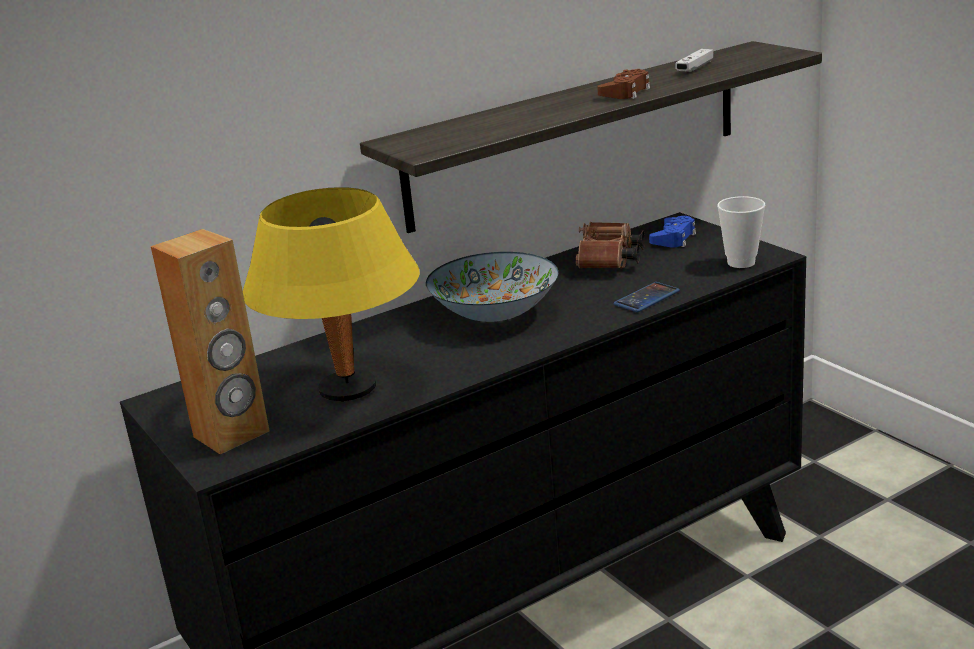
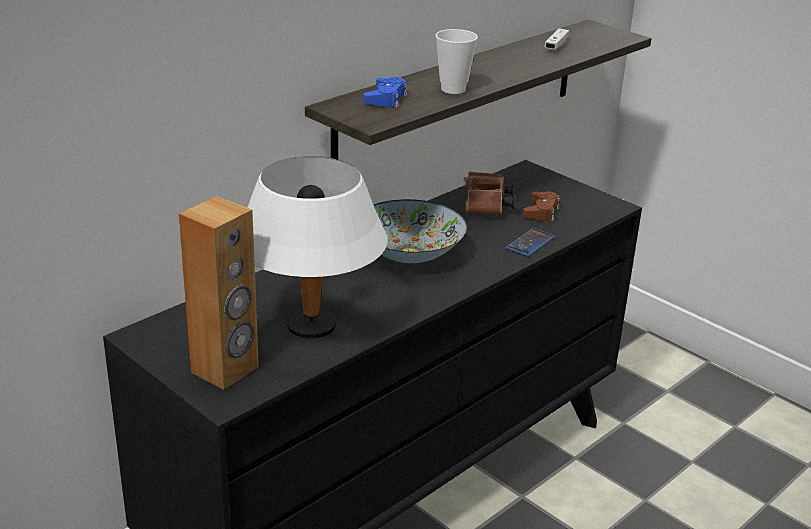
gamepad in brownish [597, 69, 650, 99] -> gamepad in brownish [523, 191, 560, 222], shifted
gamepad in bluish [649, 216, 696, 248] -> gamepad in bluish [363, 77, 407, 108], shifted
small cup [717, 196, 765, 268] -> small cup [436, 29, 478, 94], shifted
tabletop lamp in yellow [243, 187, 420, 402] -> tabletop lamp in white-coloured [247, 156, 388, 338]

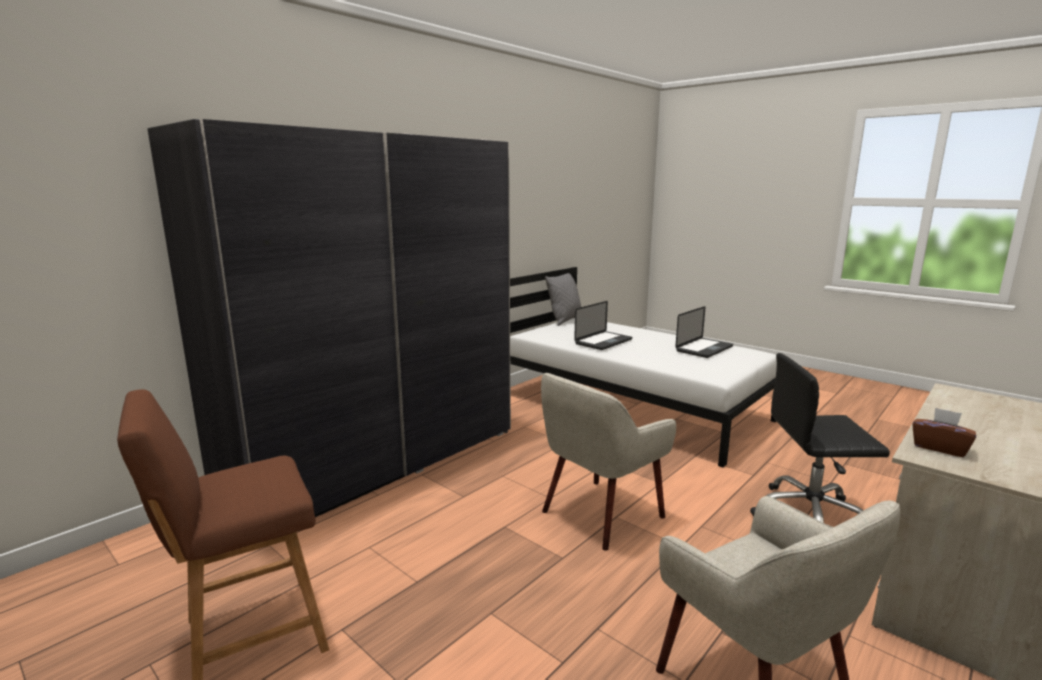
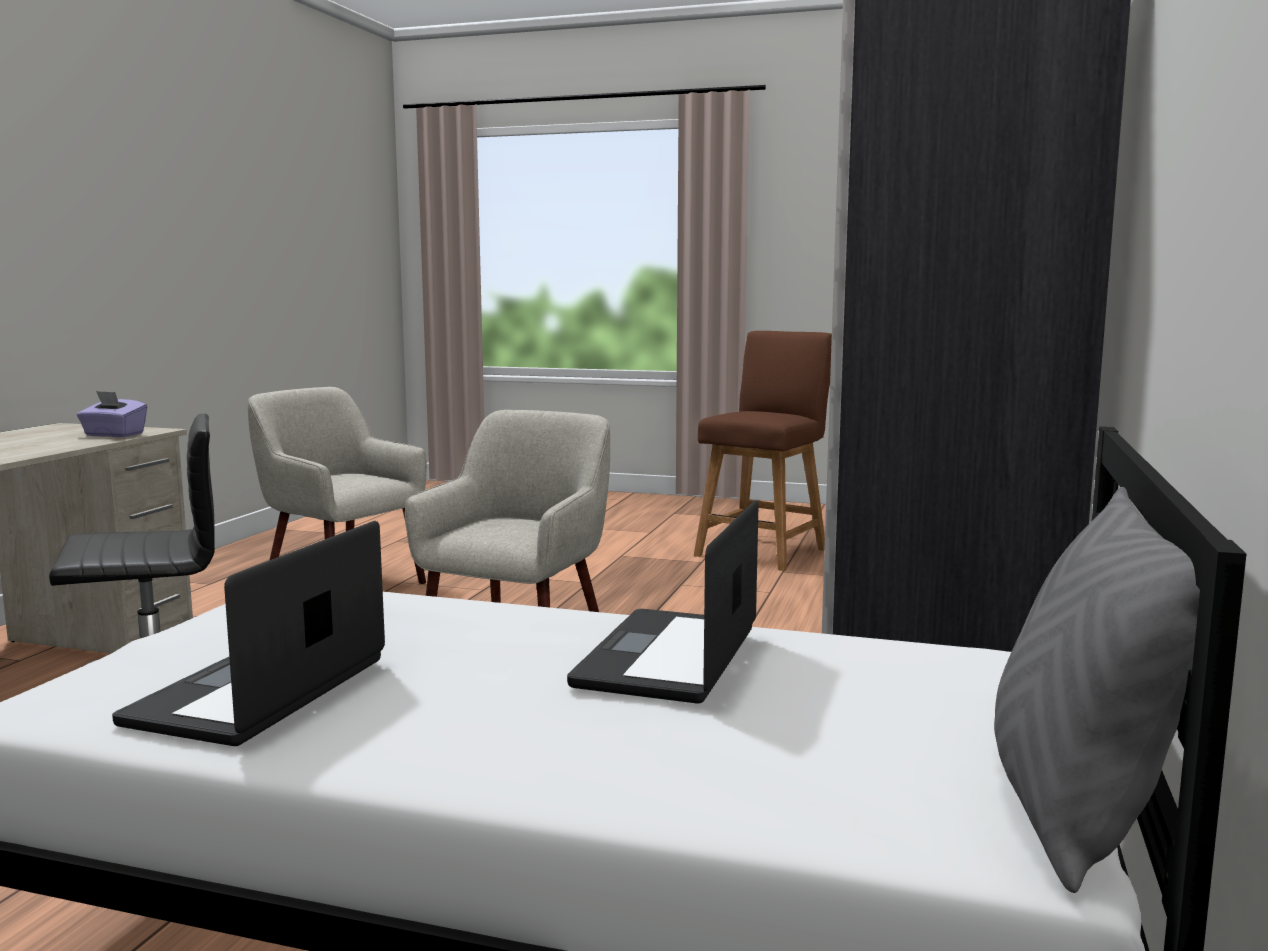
tissue holder in brownish [912, 407, 976, 457] -> tissue holder in purple-coloured [77, 391, 147, 437]

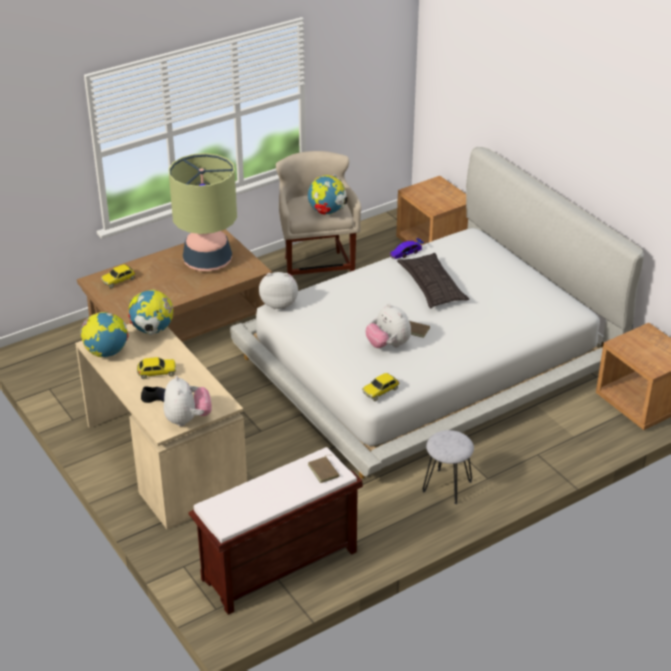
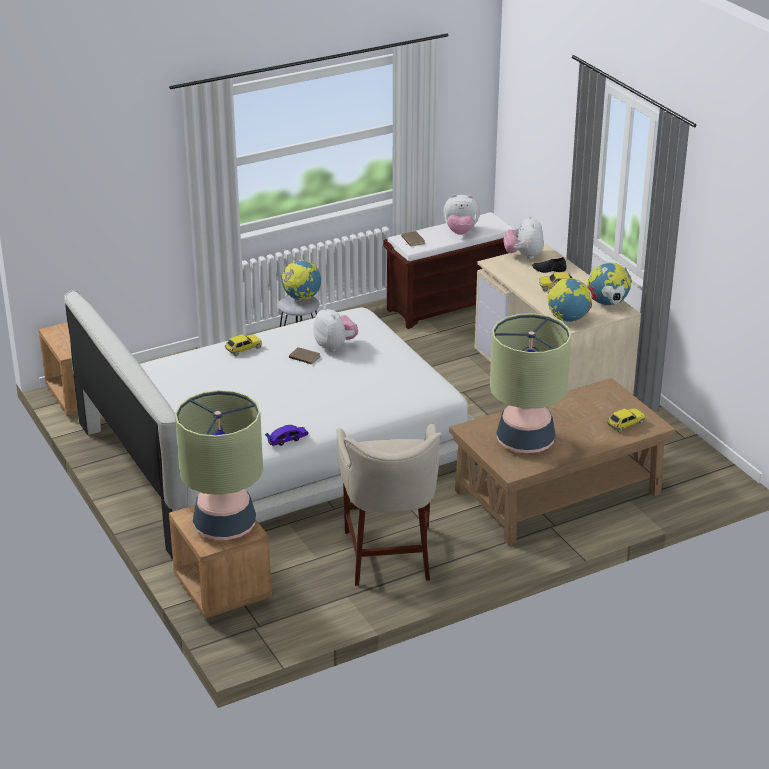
pillow [397, 253, 469, 309] -> none
none -> tabletop lamp [175, 390, 263, 540]
soft toy [259, 272, 298, 309] -> soft toy [443, 194, 480, 235], shifted
desk globe [308, 174, 348, 215] -> desk globe [281, 260, 321, 301], shifted
toy car [362, 373, 399, 401] -> toy car [225, 334, 262, 356], shifted

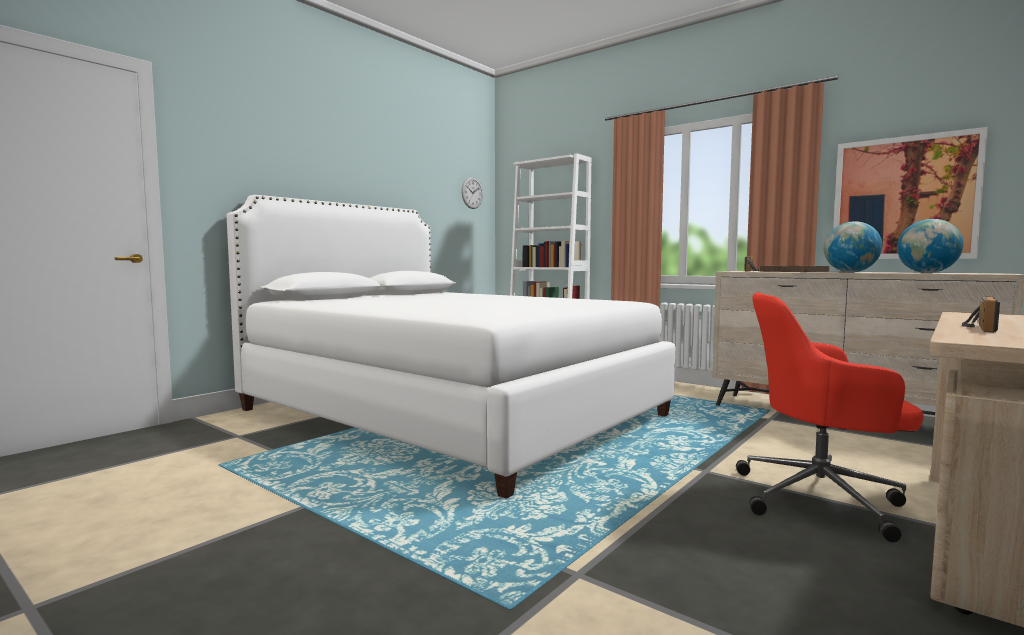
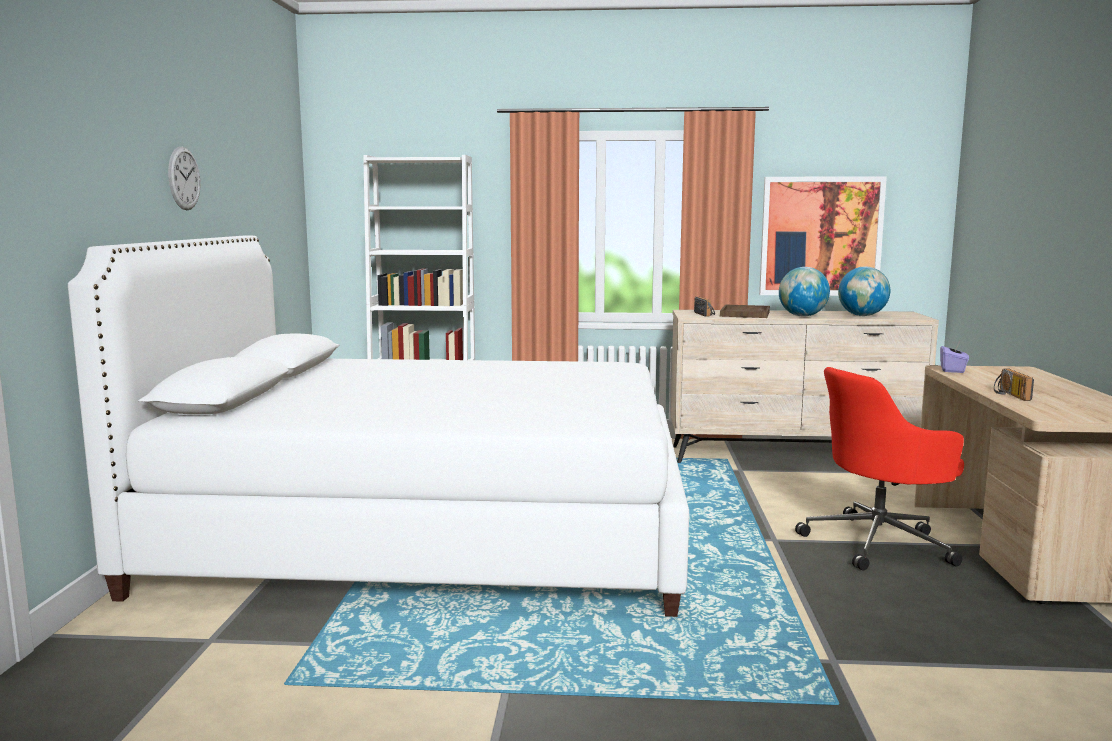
none -> tissue holder in purple-coloured [940, 341, 969, 373]
clock on the wall [461, 177, 483, 209] -> clock on the wall [168, 146, 200, 210], shifted

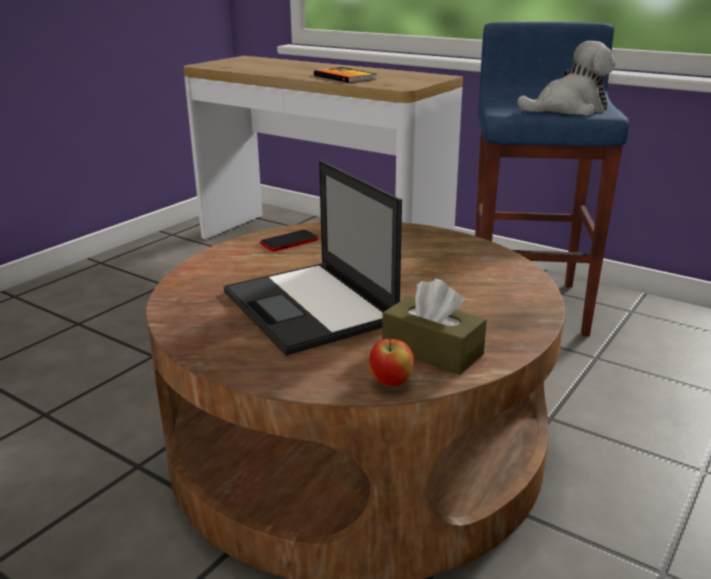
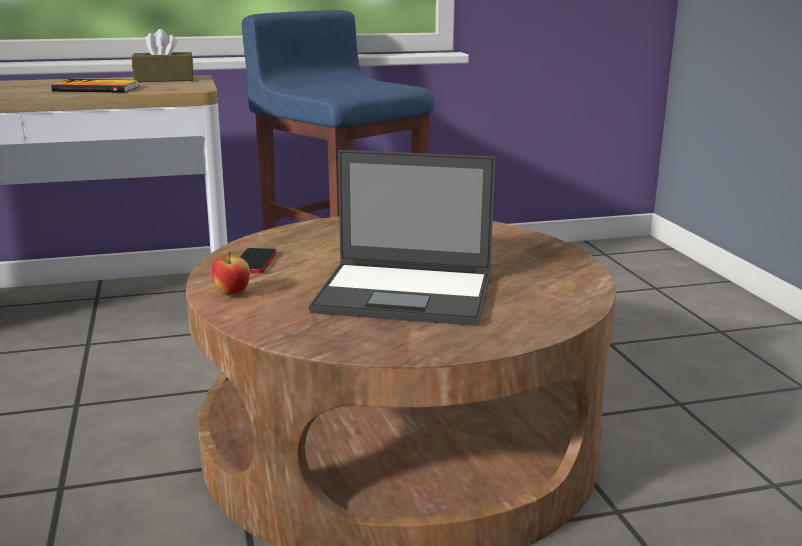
soft toy [517, 41, 616, 115] -> none
whole apple [369, 338, 414, 386] -> whole apple [211, 251, 250, 295], shifted
tissue holder in brownish [382, 279, 487, 375] -> tissue holder in brownish [132, 29, 193, 82], shifted

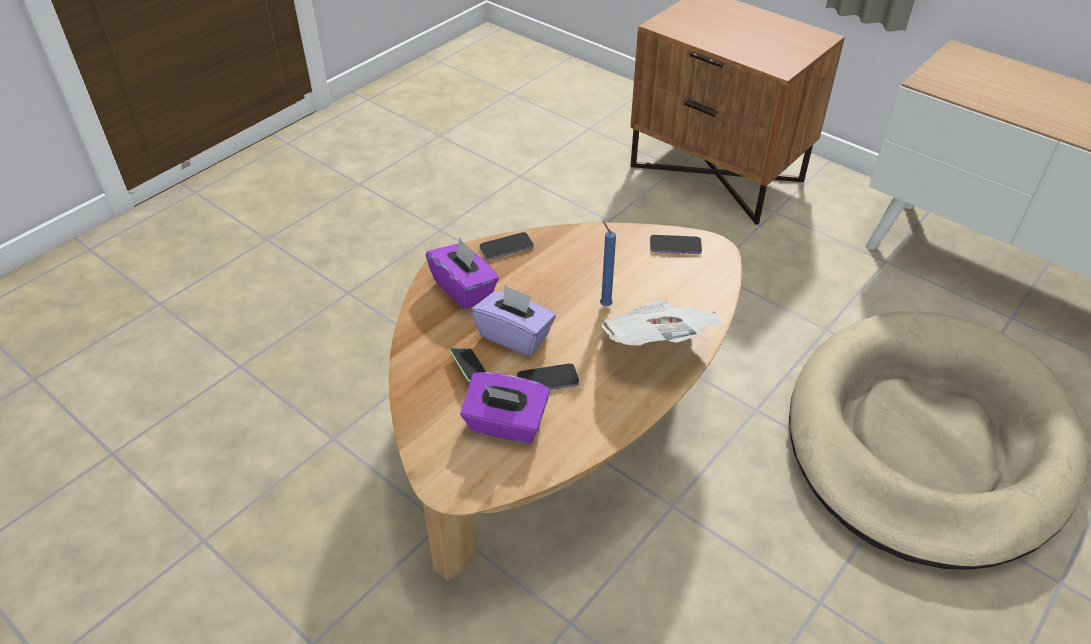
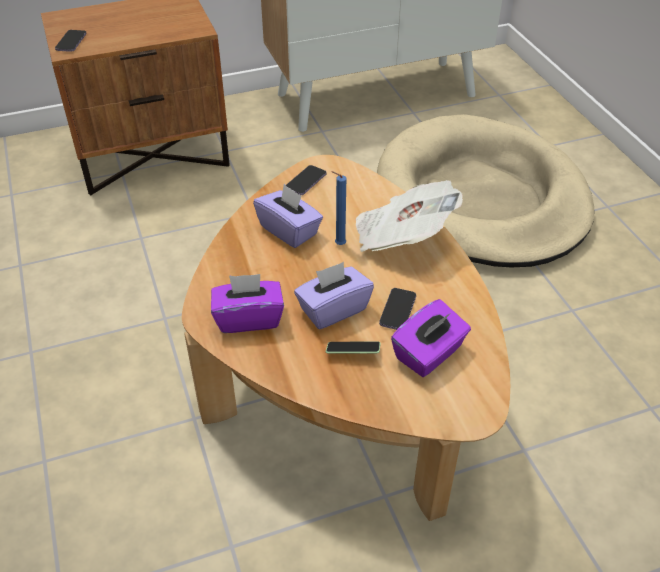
none -> tissue holder in purple-coloured [253, 184, 323, 248]
handset [480, 232, 534, 260] -> handset [55, 30, 87, 52], shifted

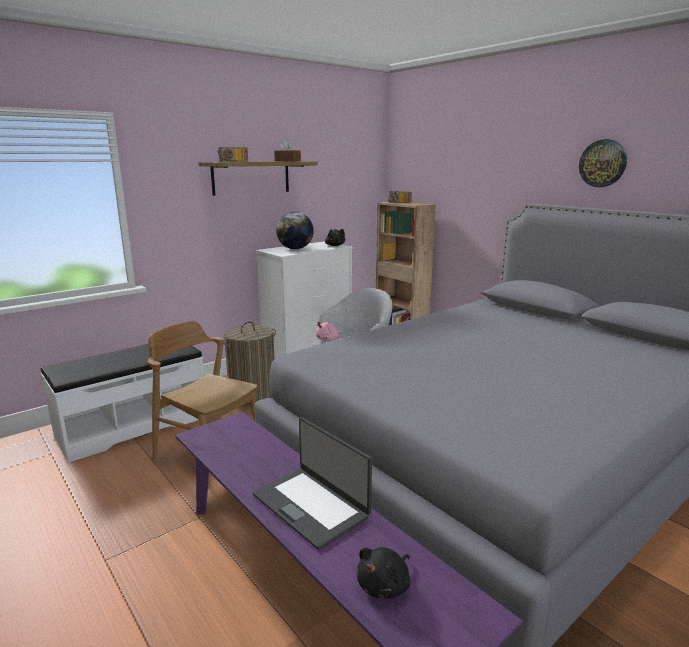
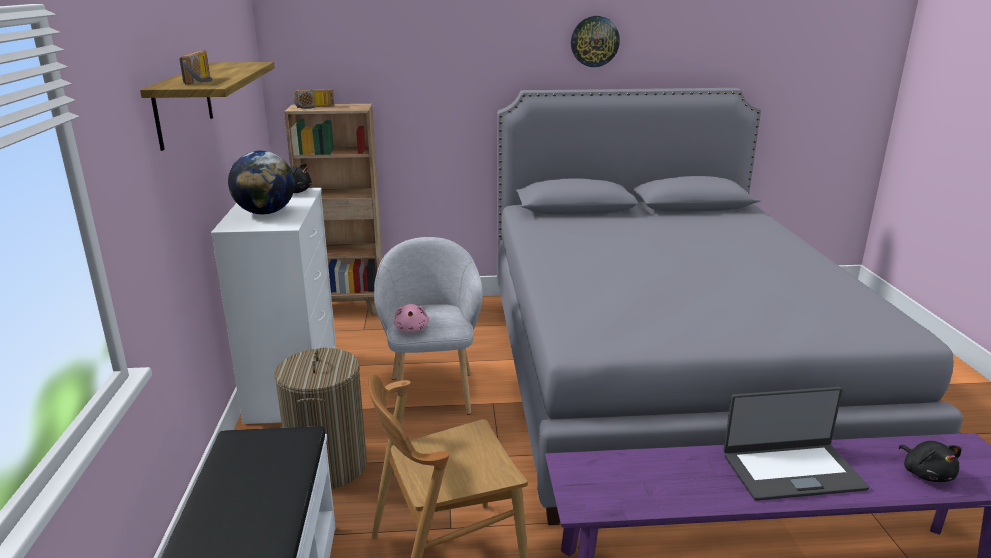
tissue holder in brownish [274, 140, 301, 161] -> none

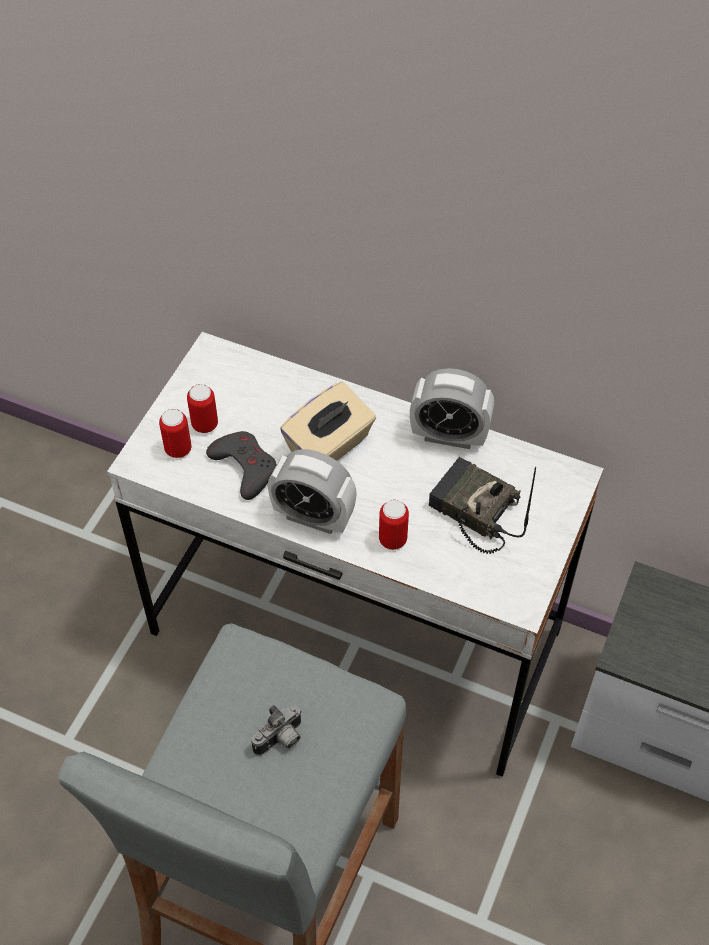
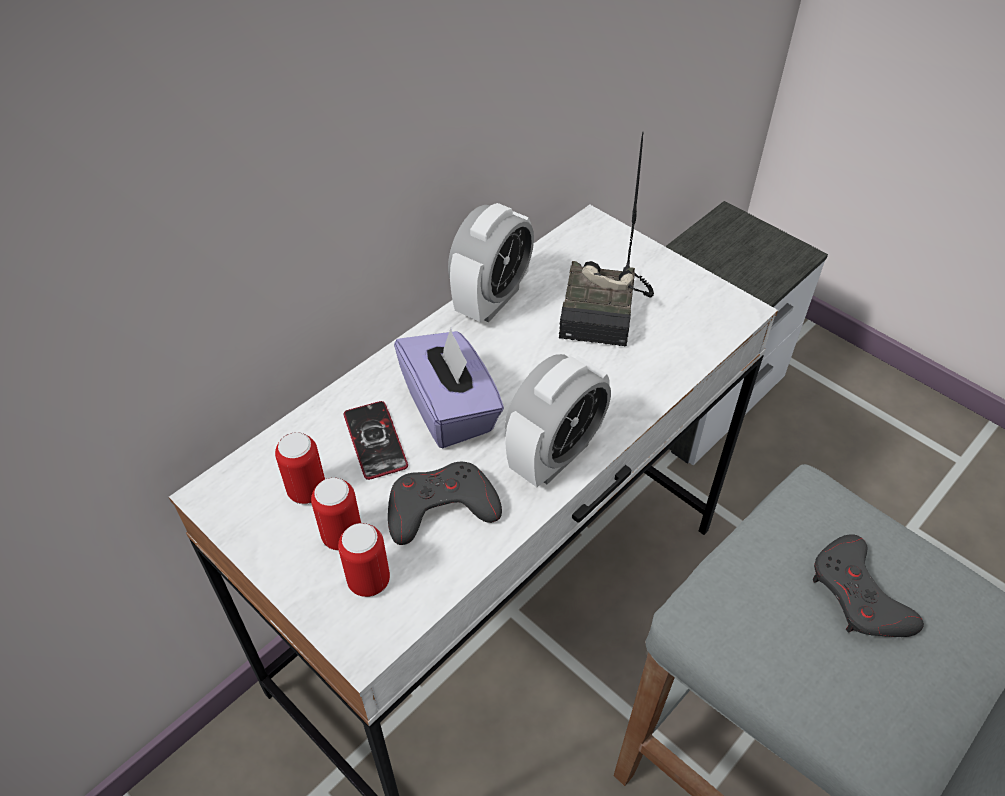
none -> handset [344, 401, 408, 480]
sealed can [379, 500, 409, 550] -> sealed can [275, 432, 325, 504], shifted
still camera [251, 705, 302, 756] -> gamepad in grey [813, 534, 924, 637]
tissue holder in beige-coloured [280, 382, 376, 461] -> tissue holder in purple-coloured [394, 328, 504, 448]
radio receiver [429, 457, 536, 554] -> radio receiver [559, 132, 654, 346], 45 degrees counterclockwise

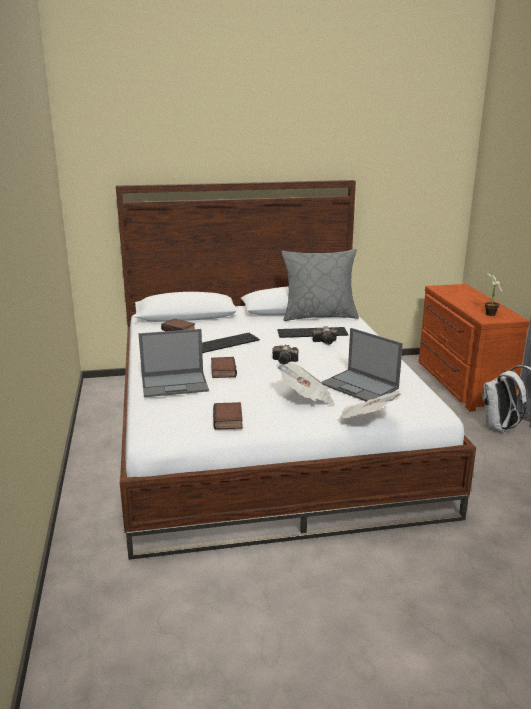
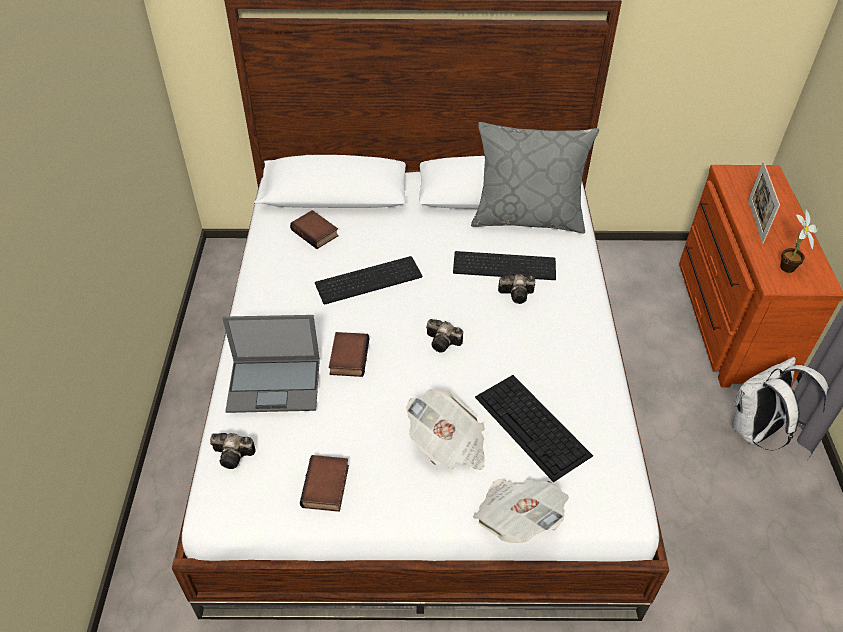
none -> still camera [210, 433, 256, 469]
none -> photo frame [748, 161, 780, 244]
notebook computer [322, 328, 403, 402] -> computer keyboard [475, 375, 593, 482]

